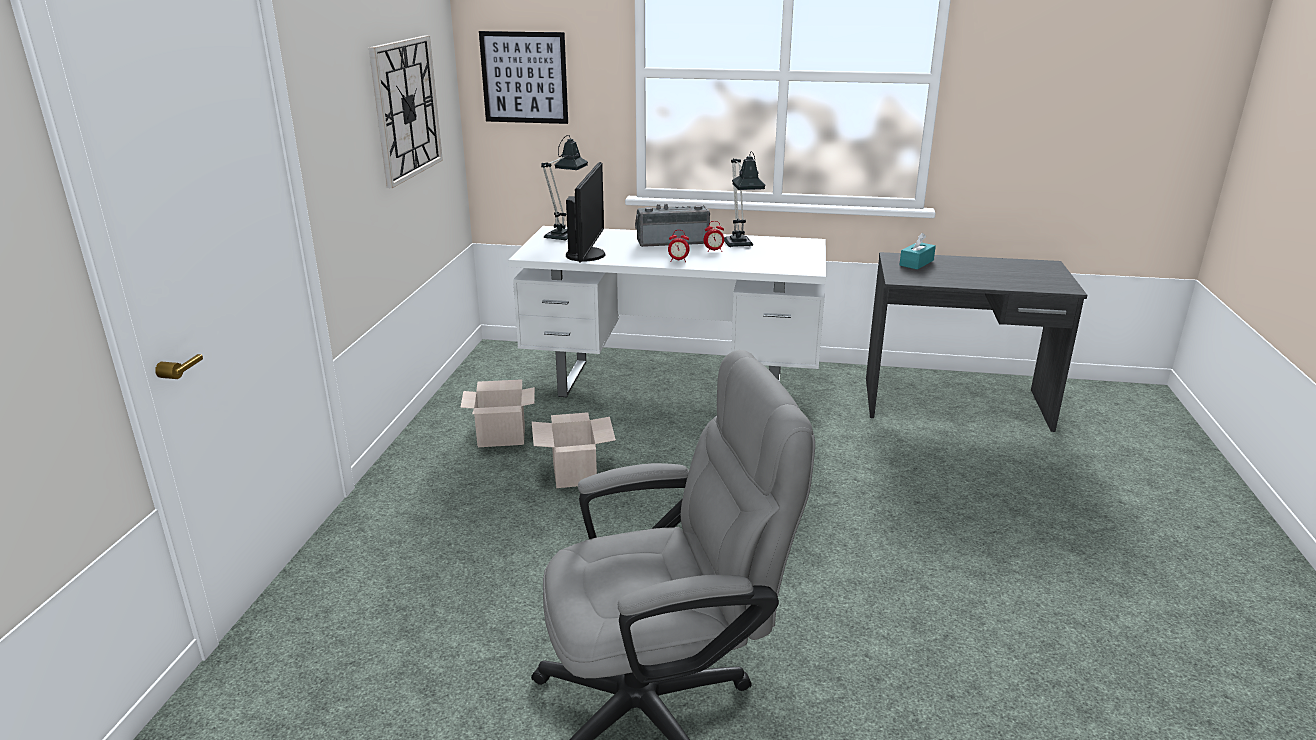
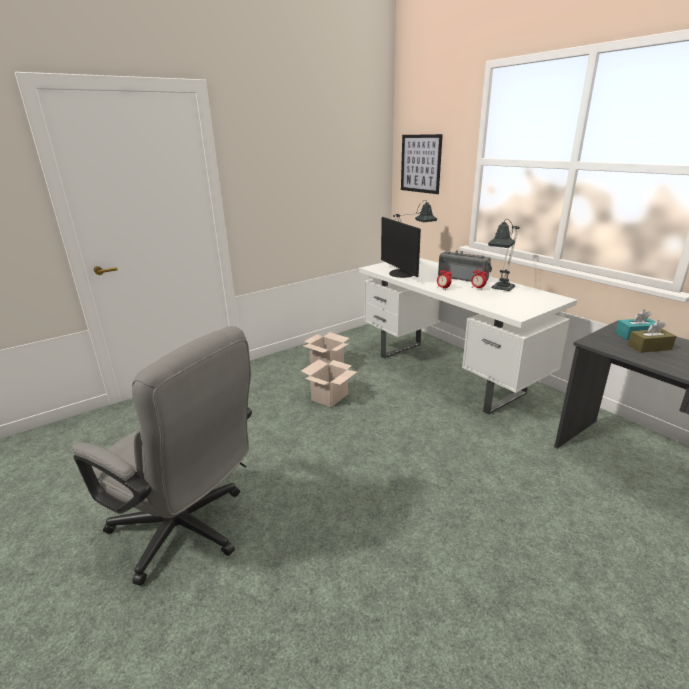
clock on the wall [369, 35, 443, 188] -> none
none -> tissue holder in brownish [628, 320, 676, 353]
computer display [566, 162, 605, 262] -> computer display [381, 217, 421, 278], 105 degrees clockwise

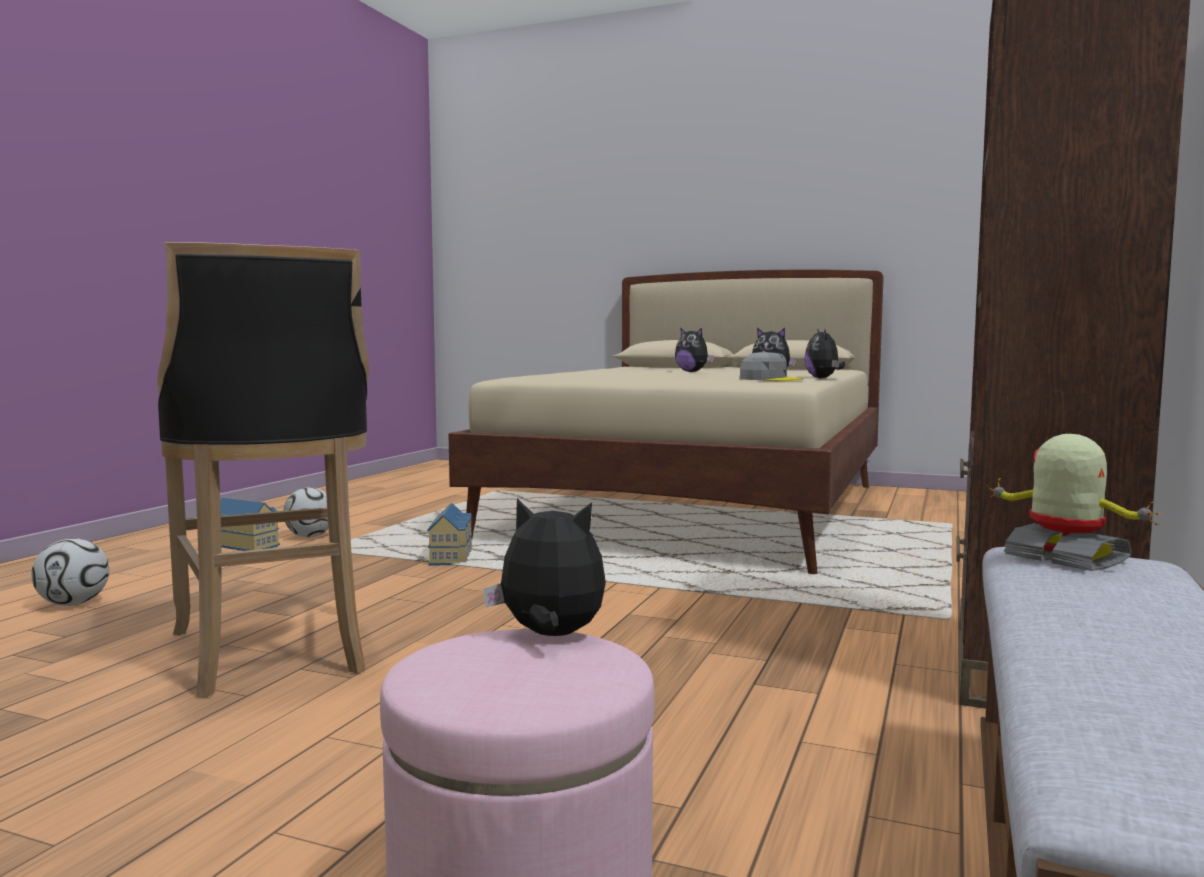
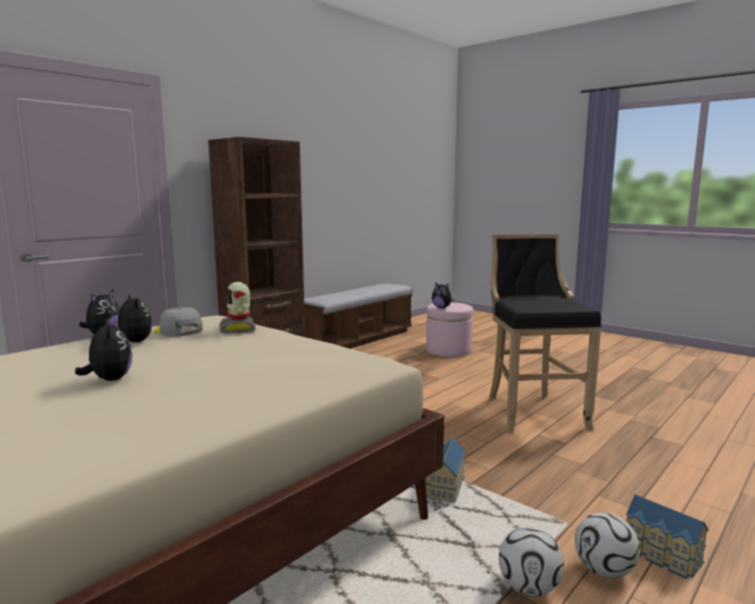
football [32, 538, 109, 606] -> football [499, 527, 564, 596], shifted
model robot [986, 434, 1161, 571] -> model robot [220, 282, 256, 334], shifted

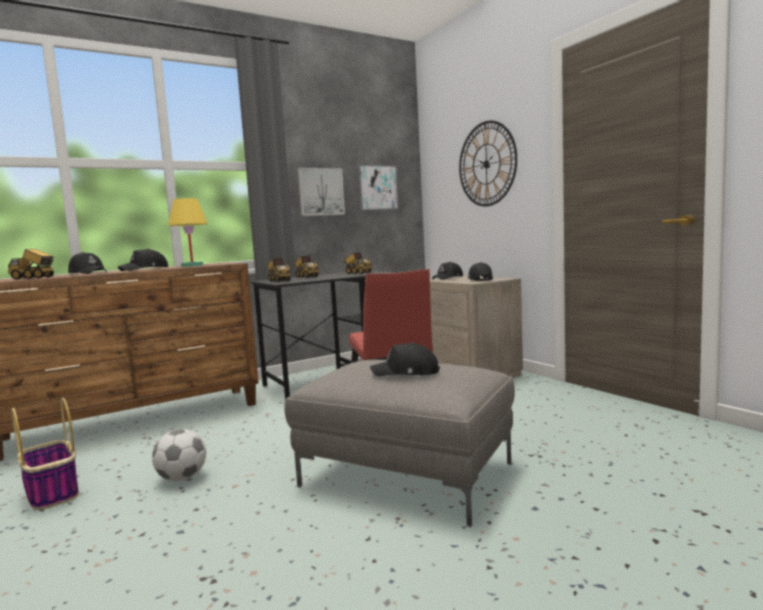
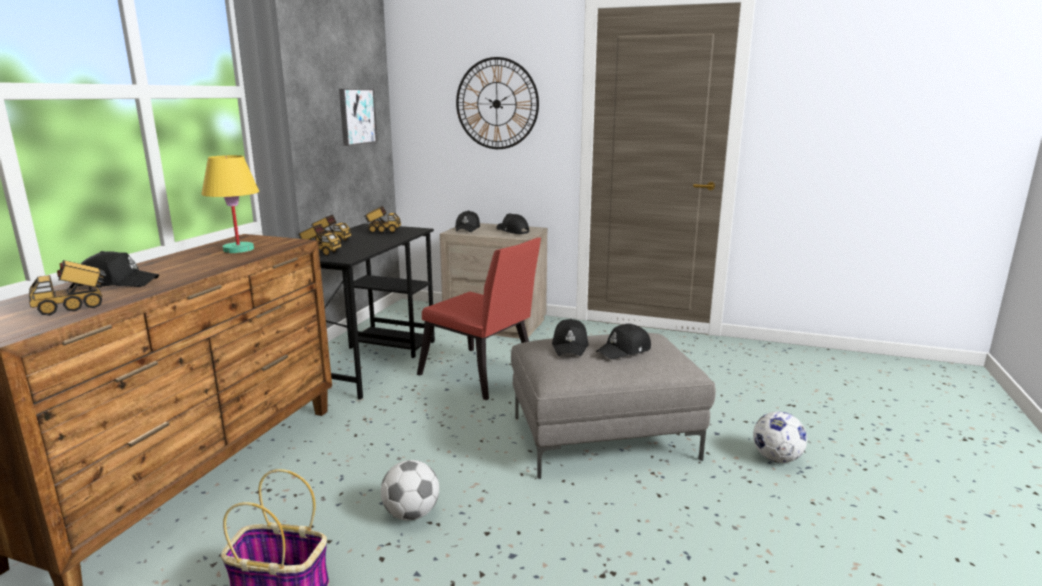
picture [298, 168, 345, 216] -> none
none -> football [753, 411, 807, 463]
baseball cap in black [118, 248, 168, 271] -> baseball cap in black [552, 319, 589, 356], shifted

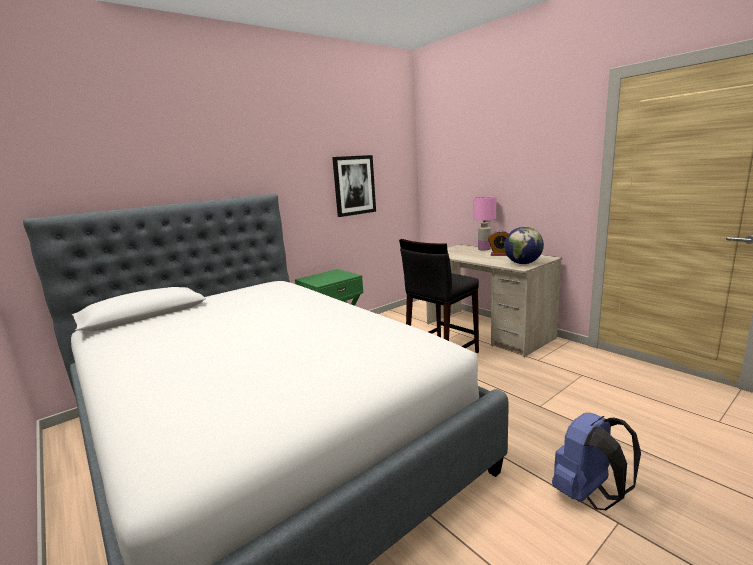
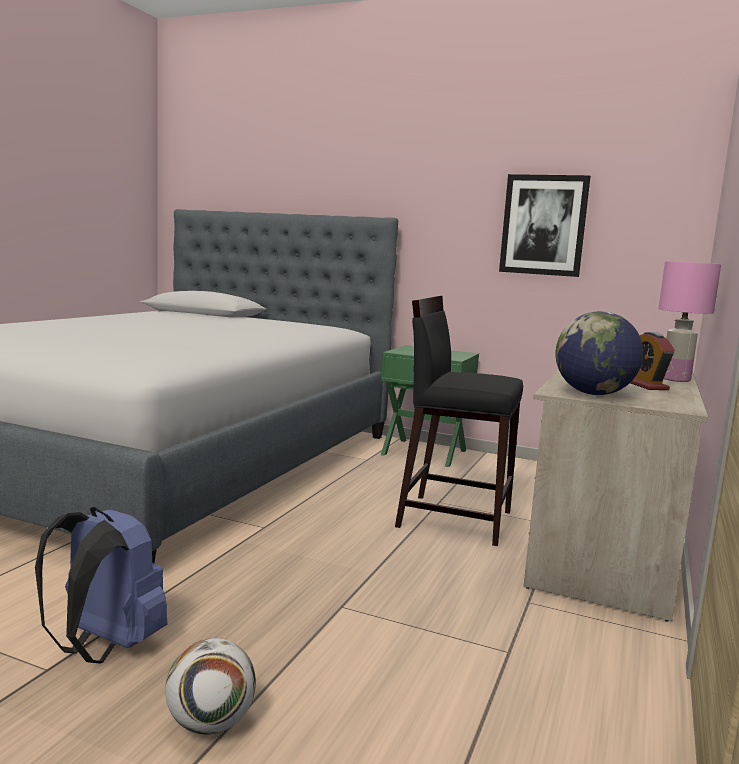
none -> football [165, 638, 256, 735]

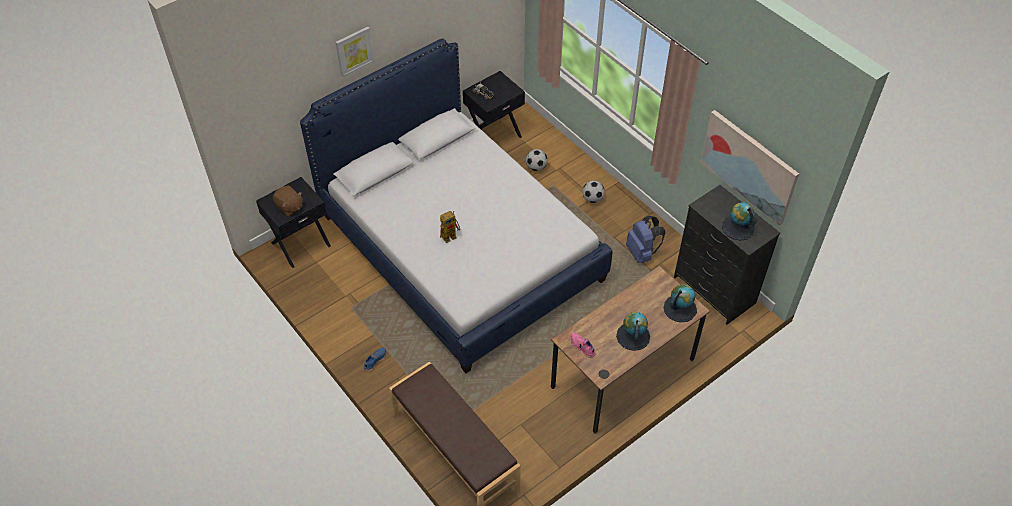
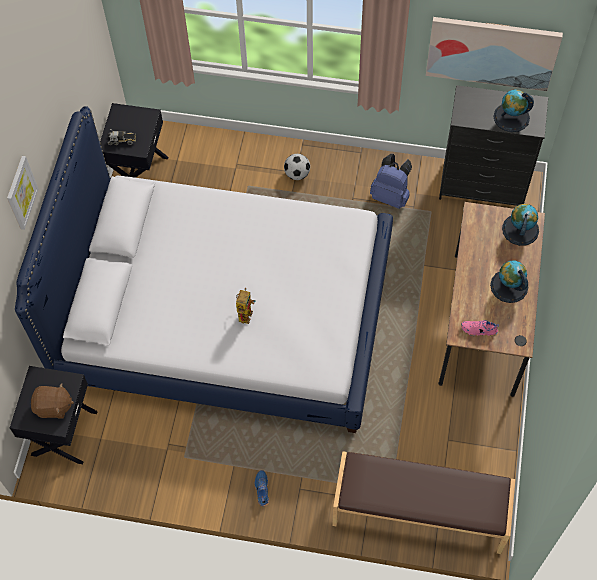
football [526, 149, 548, 171] -> none

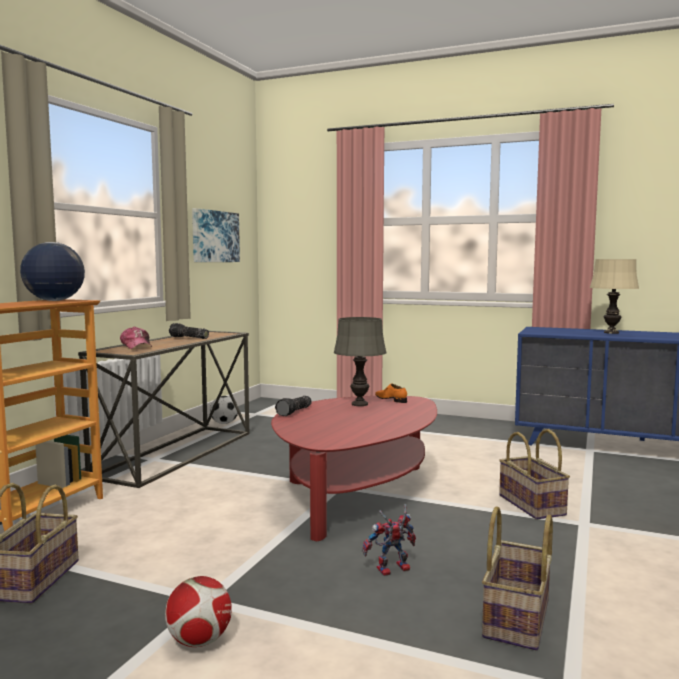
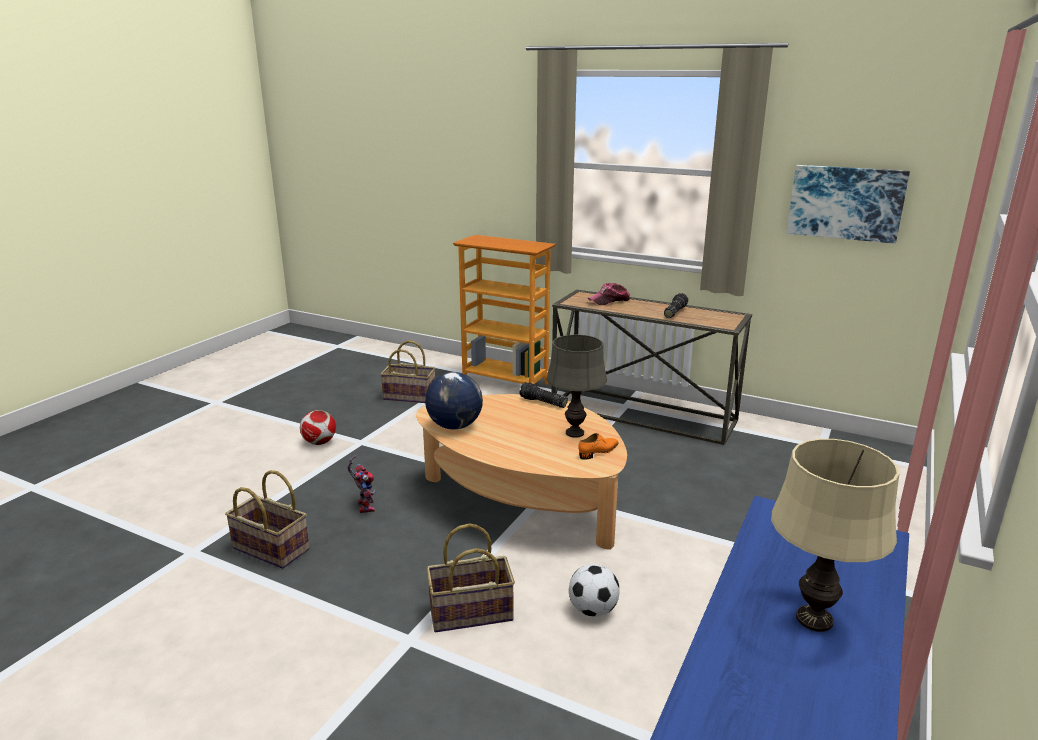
desk globe [20, 242, 85, 301] -> desk globe [425, 372, 483, 430], shifted
football [210, 396, 238, 424] -> football [569, 564, 620, 617], shifted
low table in reddish [271, 396, 437, 541] -> low table in beige-coloured [416, 394, 627, 549]

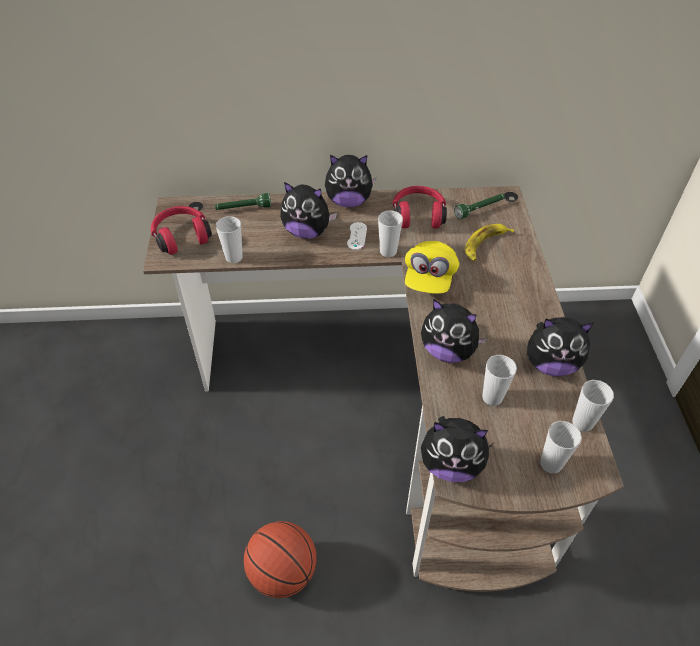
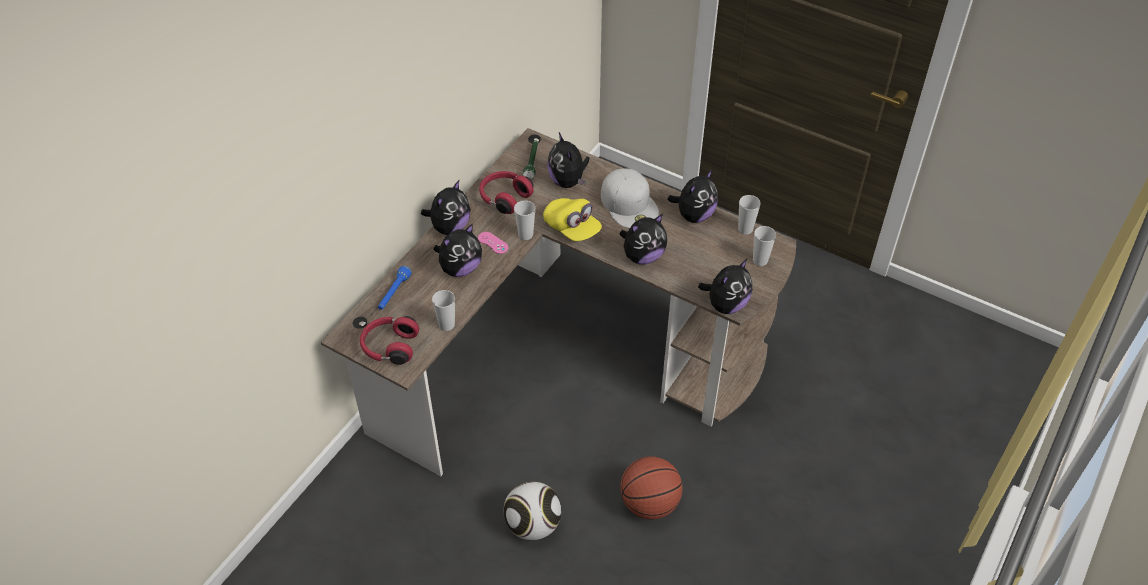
small cup [482, 355, 517, 406] -> none
none -> football [504, 481, 561, 540]
none -> baseball cap in white-coloured [601, 168, 659, 228]
banana fruit [465, 224, 514, 261] -> soft toy [547, 133, 589, 188]
hand torch in greenish [215, 193, 271, 210] -> hand torch in bluish [378, 266, 412, 310]
gamepad in white-coloured [347, 222, 367, 250] -> gamepad in pinkish [478, 232, 508, 254]

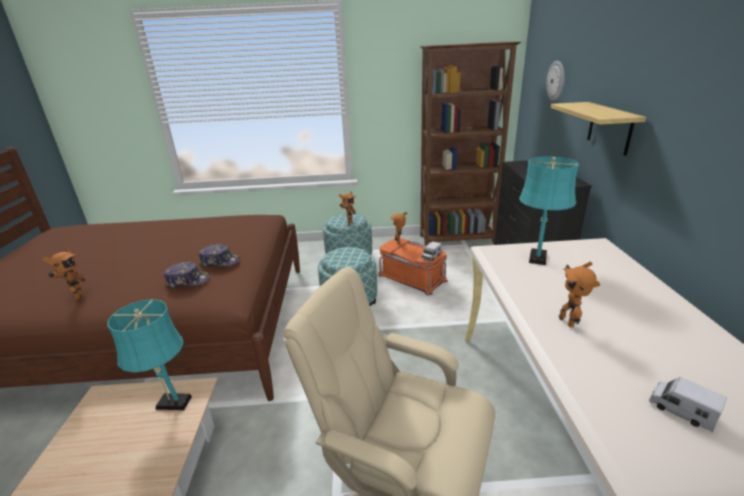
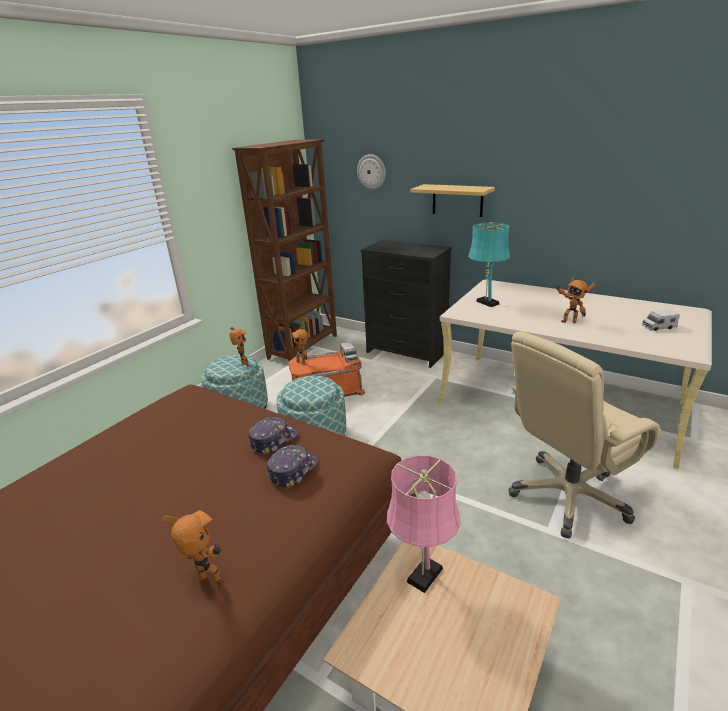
tabletop lamp in turquoise [108, 299, 192, 410] -> tabletop lamp in pinkish [387, 455, 461, 593]

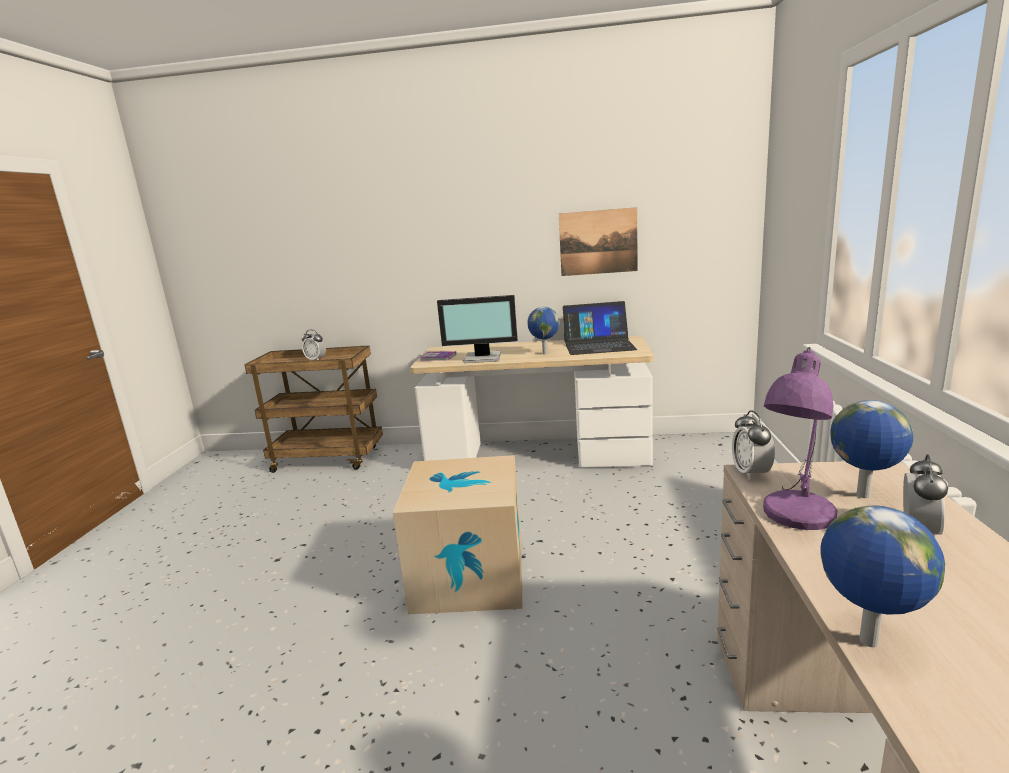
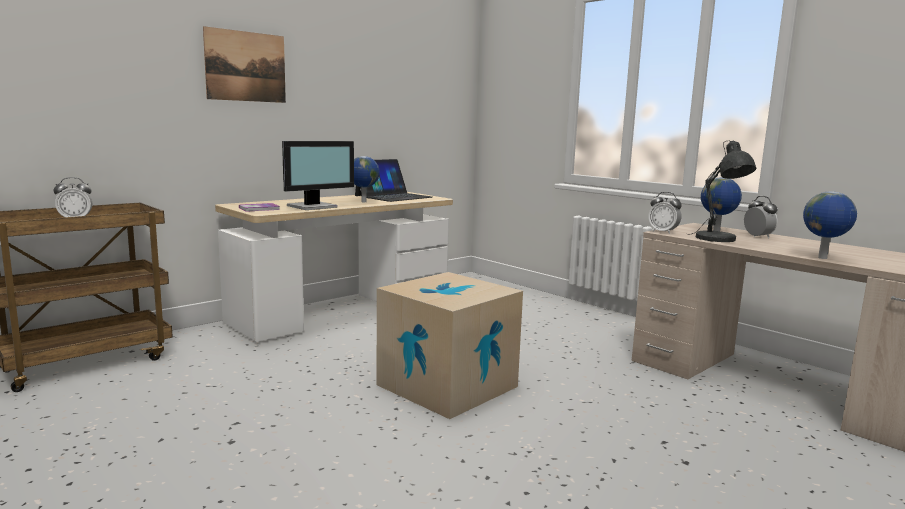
picture [559, 207, 638, 276] -> picture [203, 26, 286, 103], shifted
tabletop lamp in purple-coloured [763, 347, 837, 530] -> tabletop lamp in grey [692, 141, 756, 242]

